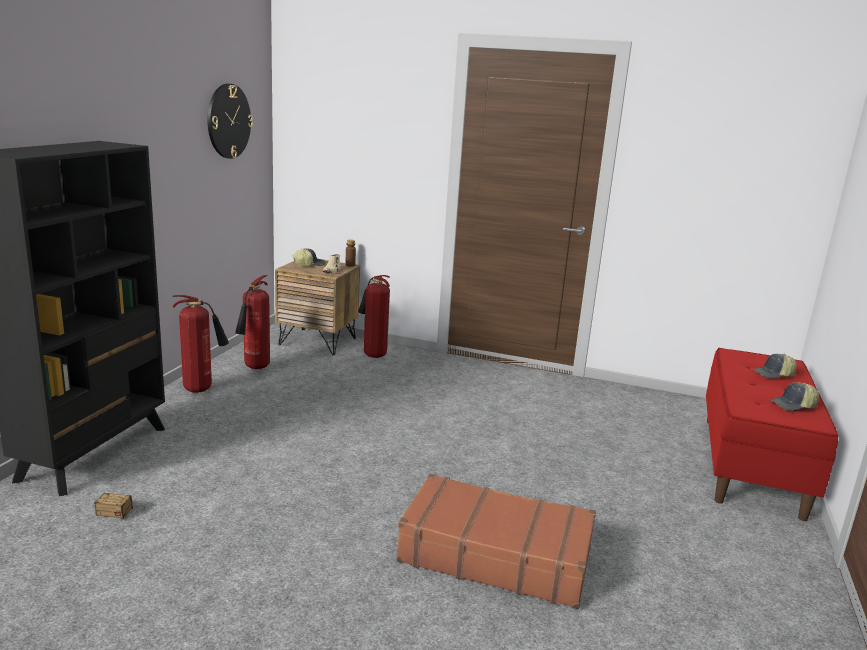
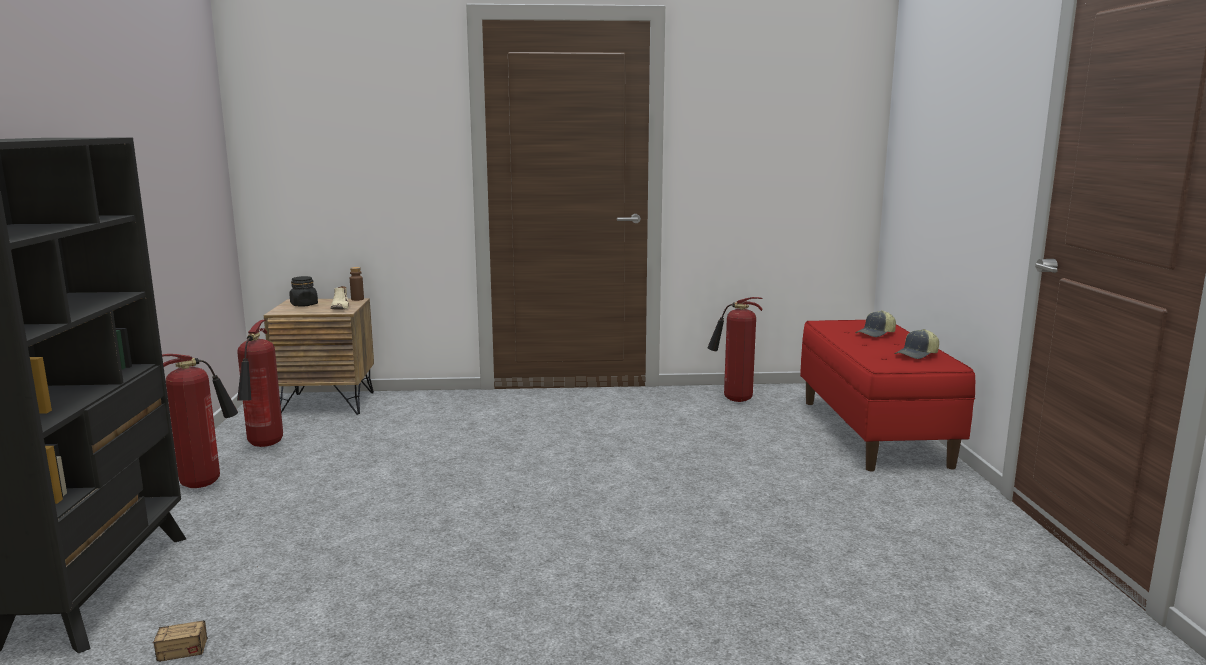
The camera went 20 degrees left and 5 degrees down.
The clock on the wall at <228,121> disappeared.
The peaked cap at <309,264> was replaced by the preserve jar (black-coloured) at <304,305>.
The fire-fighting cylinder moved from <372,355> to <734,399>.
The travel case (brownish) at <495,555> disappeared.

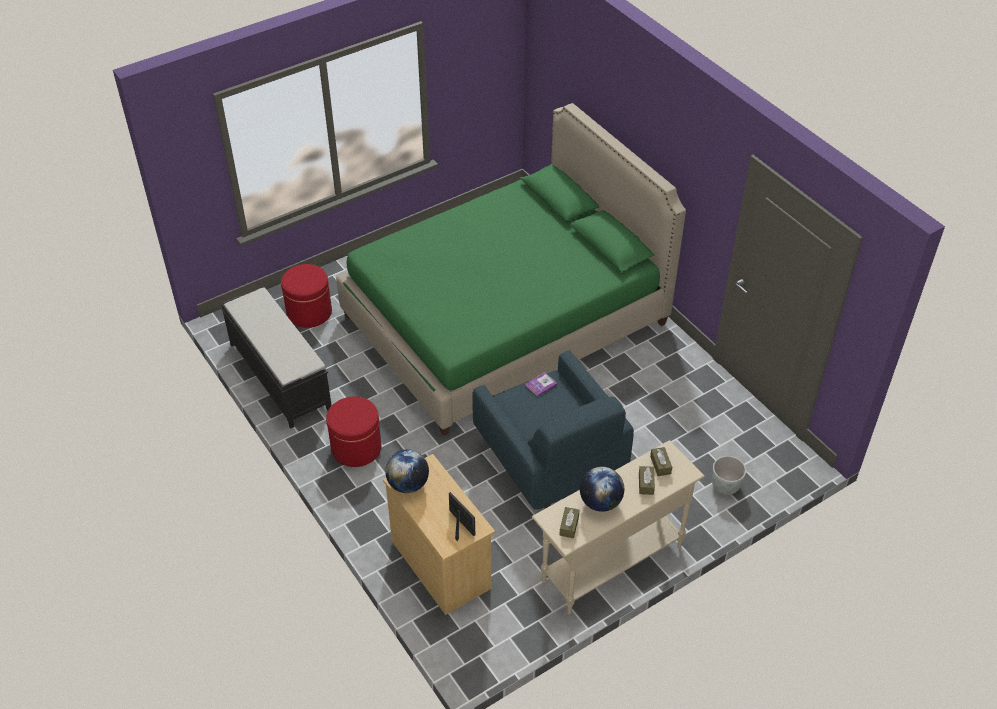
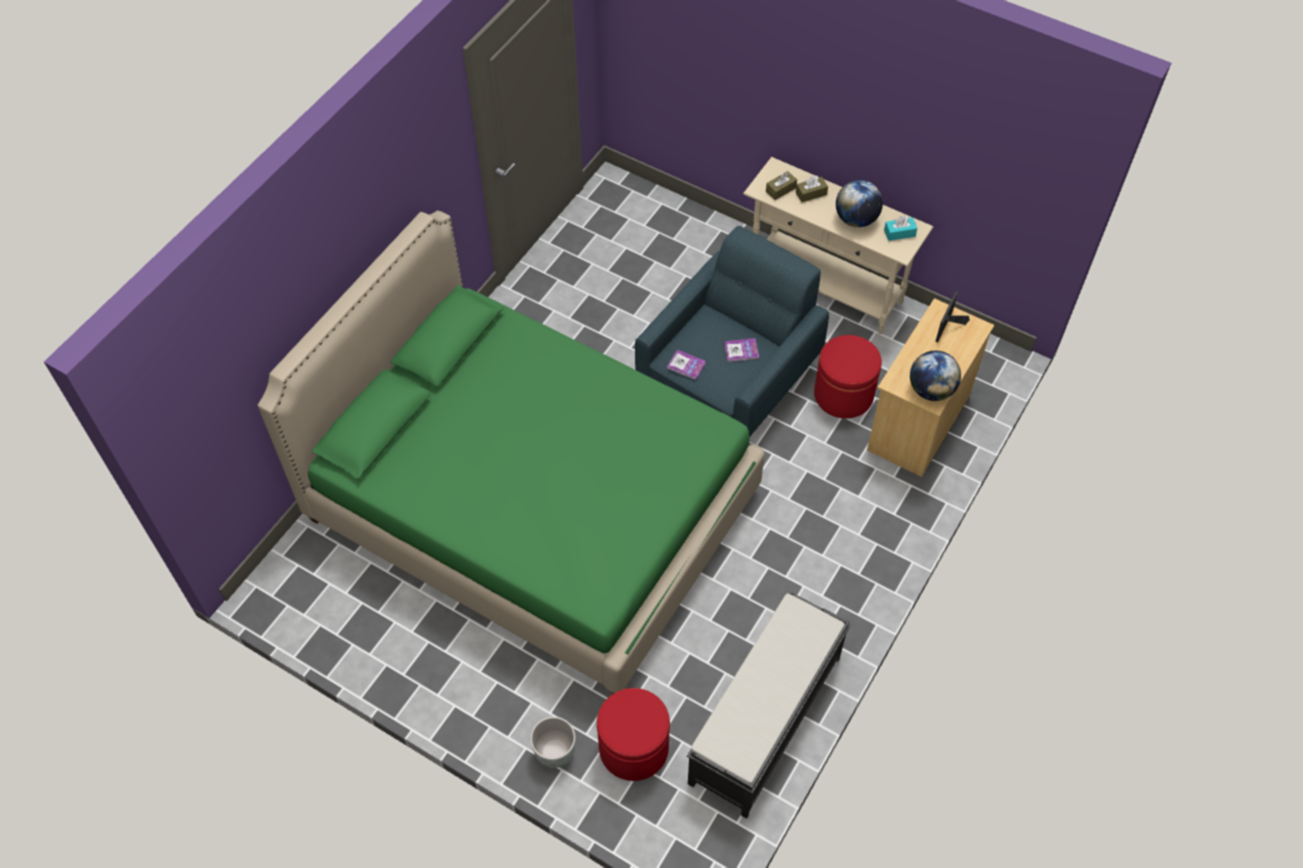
The camera went 115 degrees left and 10 degrees up.
The ottoman (red) moved from <356,448> to <843,394>.
The box of tissues (brownish) at <569,526> became the box of tissues (blue-green) at <899,233>.
The plant pot (grey) moved from <725,486> to <554,752>.
The volume at <741,350> appeared.

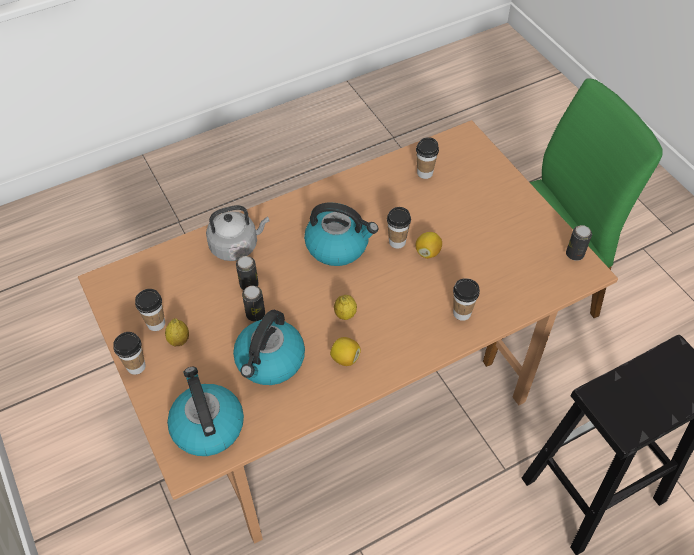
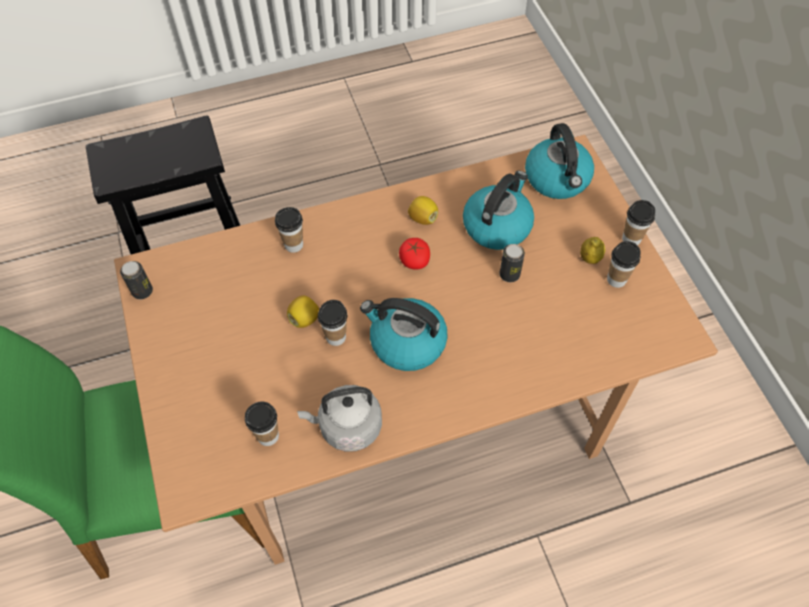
The camera went 170 degrees left and 5 degrees up.
The kettle (grey) moved from <237,246> to <347,427>.
The can at <249,284> disappeared.
The citrus fruit at <345,314> was replaced by the fresh tomato at <414,260>.

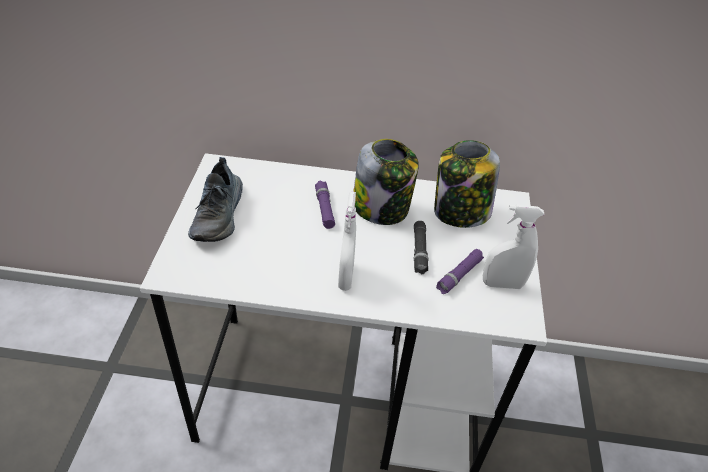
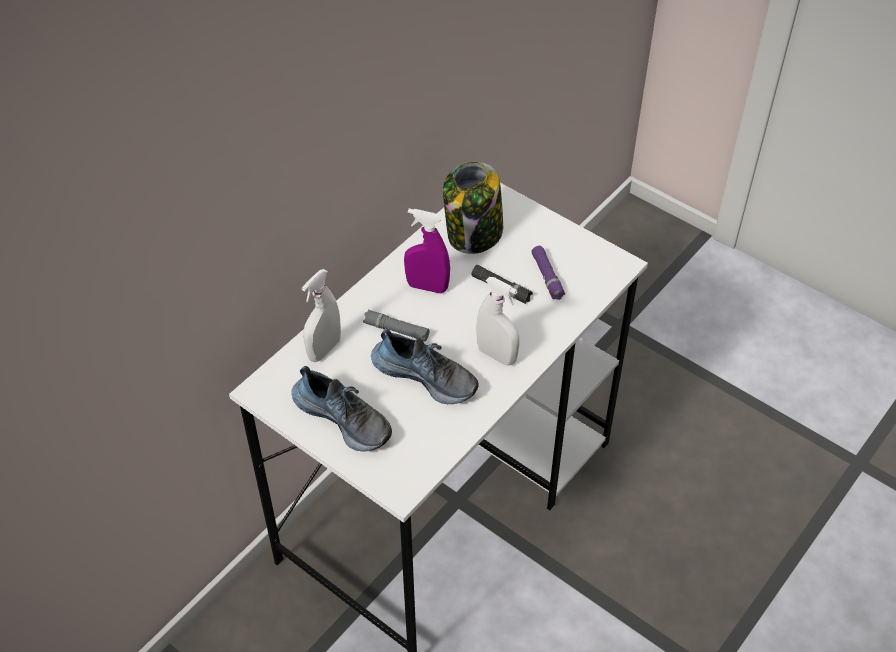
The camera went 55 degrees left and 5 degrees up.
The hand torch (purple) at <324,208> became the hand torch (grey) at <396,330>.
The preserve jar at <381,208> was replaced by the spray bottle (purple) at <427,287>.
The spray bottle (whitish) moved from <502,284> to <324,349>.
The item of footwear at <426,375> appeared.

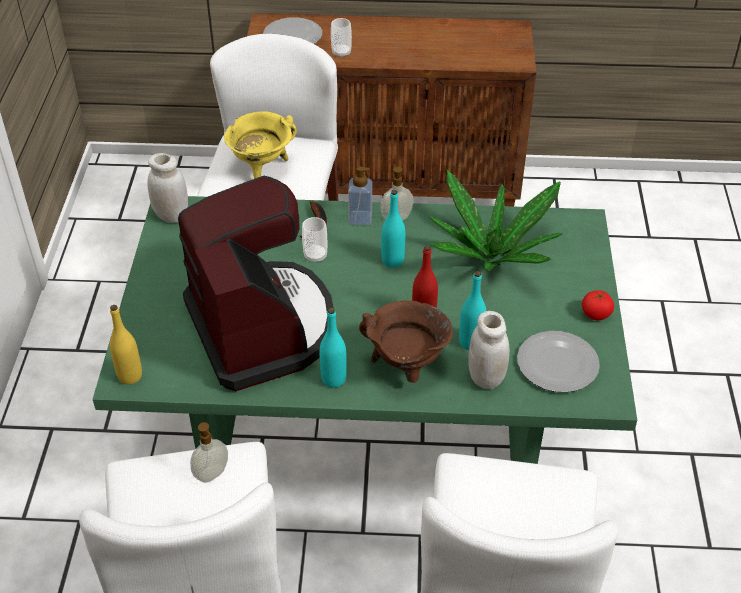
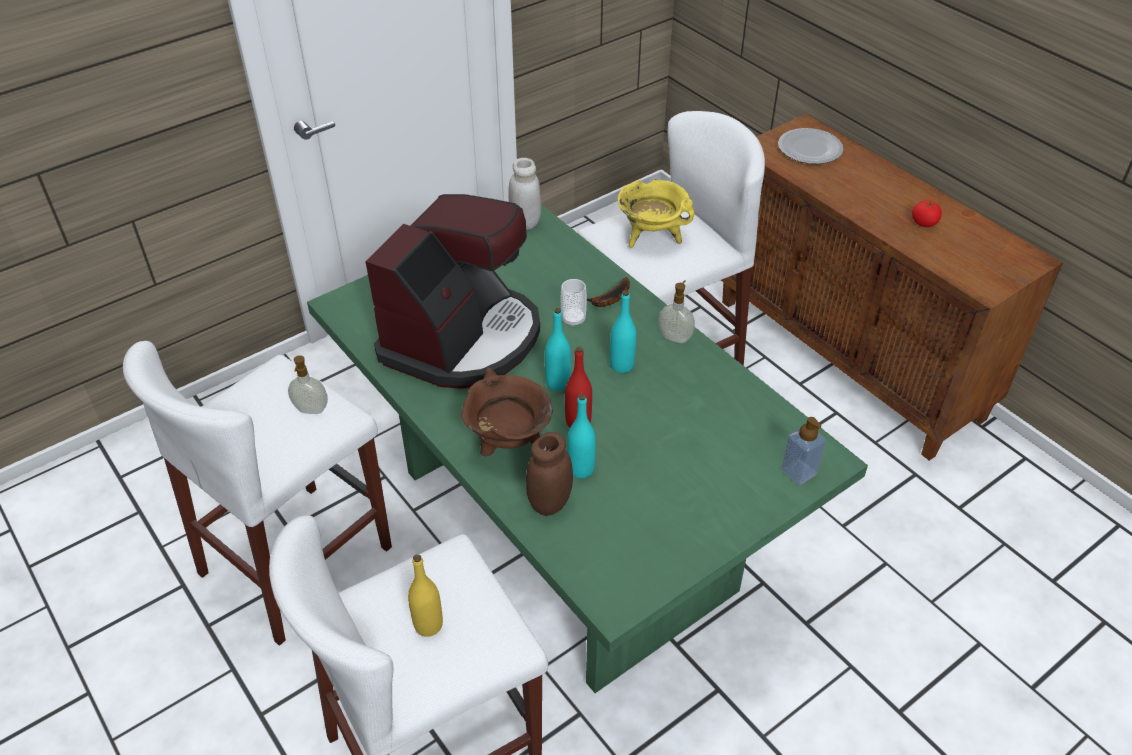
The camera went 50 degrees right and 0 degrees up.
The drink bottle (yellow) moved from <130,376> to <428,625>.
The drink bottle (blue-green) moved from <333,379> to <558,383>.
The cup at <341,53> disappeared.
The liquid soap bottle moved from <360,218> to <799,472>.
The potted plant at <492,255> disappeared.
The preserve jar (whitish) at <486,377> became the preserve jar (brownish) at <550,503>.
The flat dish at <556,364> disappeared.
The fresh tomato moved from <595,314> to <924,223>.

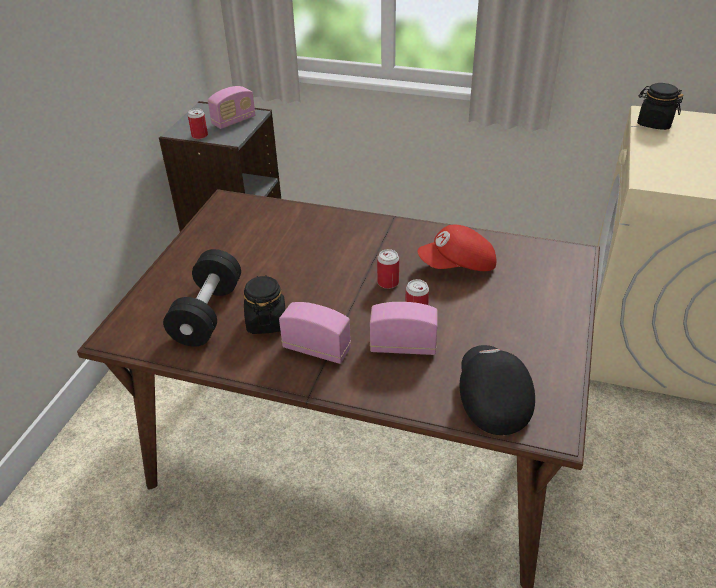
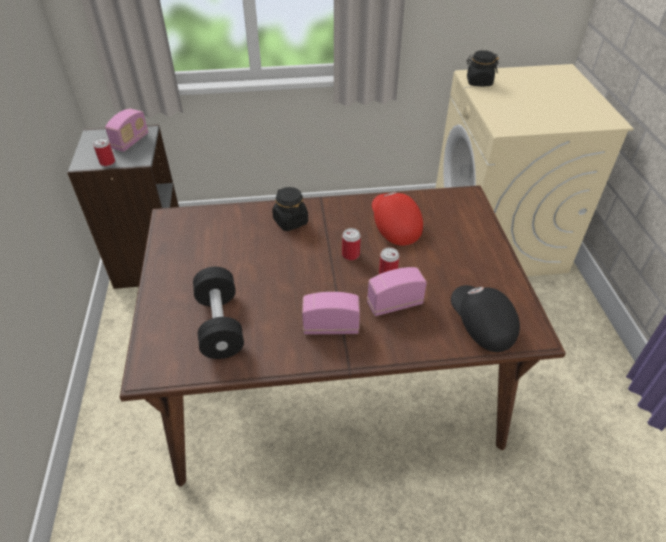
The camera went 25 degrees left and 5 degrees up.
The preserve jar (black-coloured) moved from <266,322> to <290,221>.
The peaked cap (red) at <458,266> turned 105 degrees clockwise.

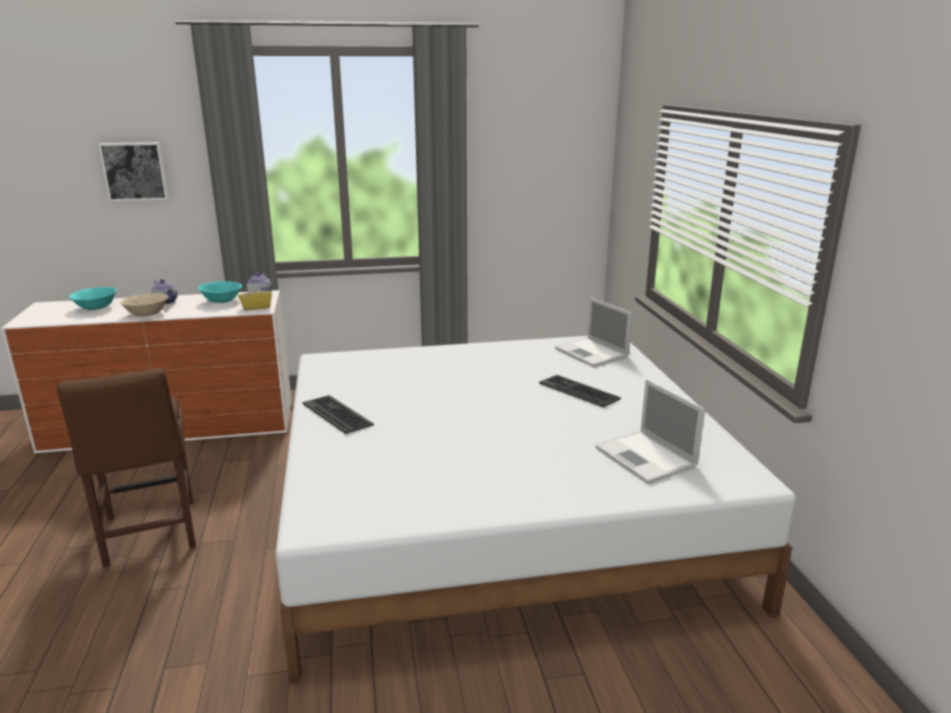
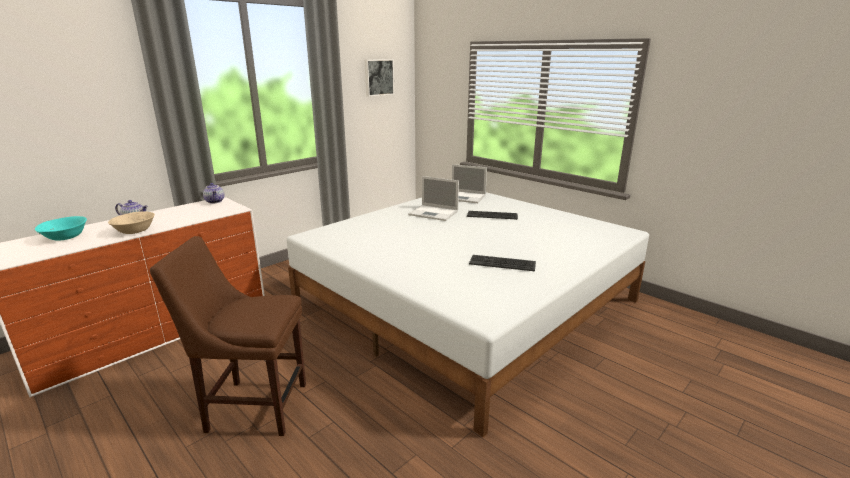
The camera went 35 degrees left and 0 degrees up.
The plain chair (brownish) at <149,535> turned 150 degrees clockwise.
The wall picture moved from <135,171> to <378,77>.
The serving bowl (blue-green) at <221,300> disappeared.
The box of tissues (yellow) at <256,307> disappeared.
The computer keyboard moved from <337,414> to <502,263>.
The laptop moved from <646,458> to <434,213>.

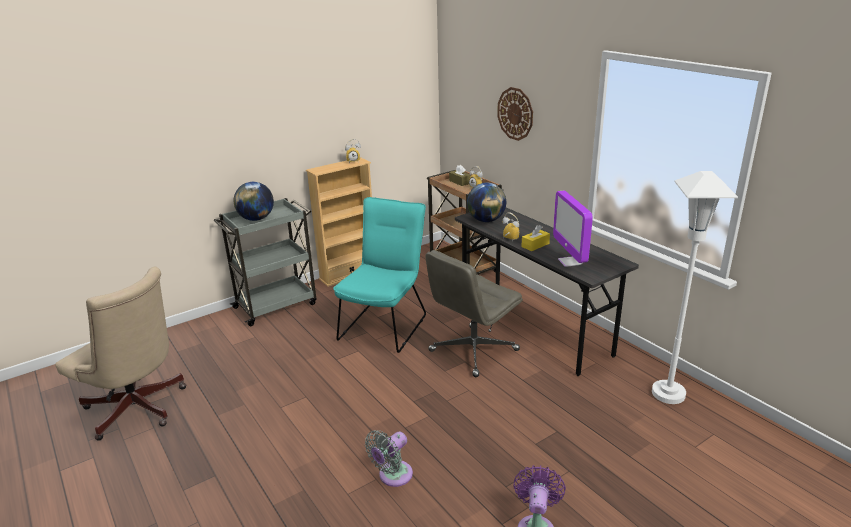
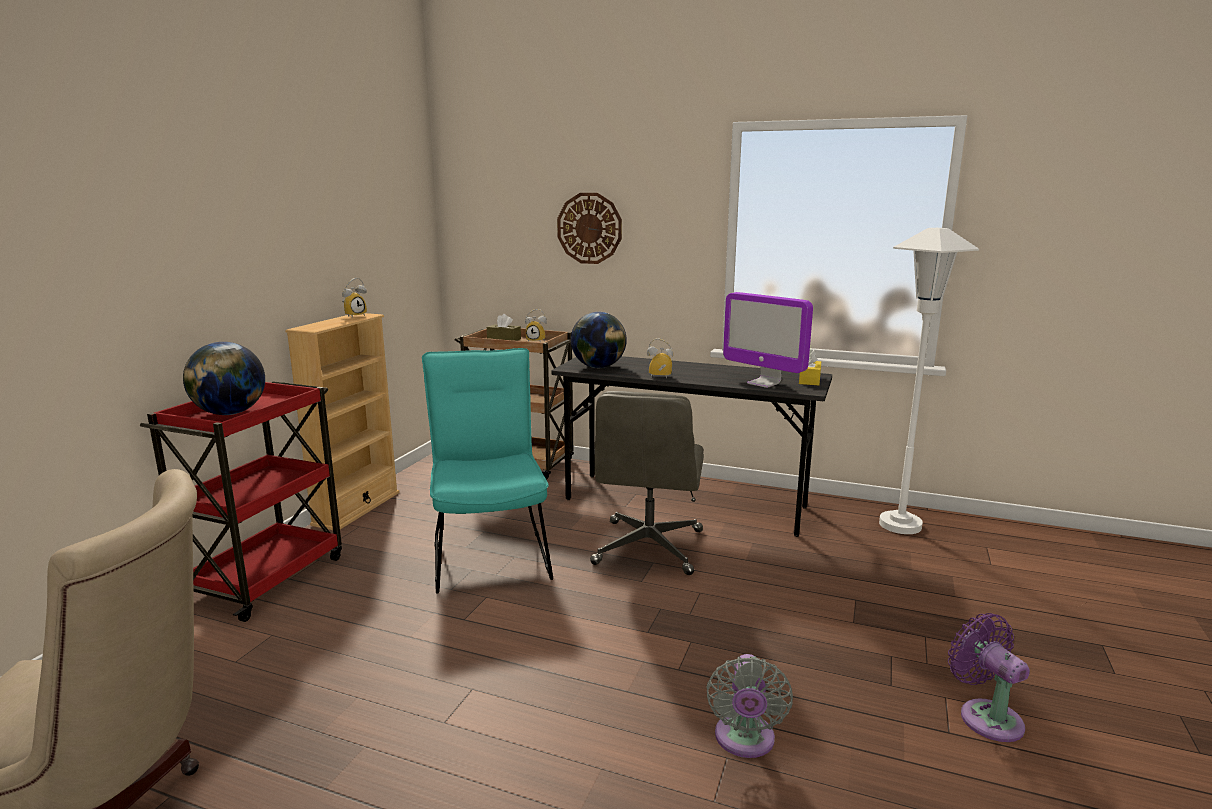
The camera went 35 degrees left and 10 degrees down.
The trolley (grey) at <277,305> became the trolley (red) at <267,578>.
The box of tissues (yellow) moved from <535,245> to <809,380>.

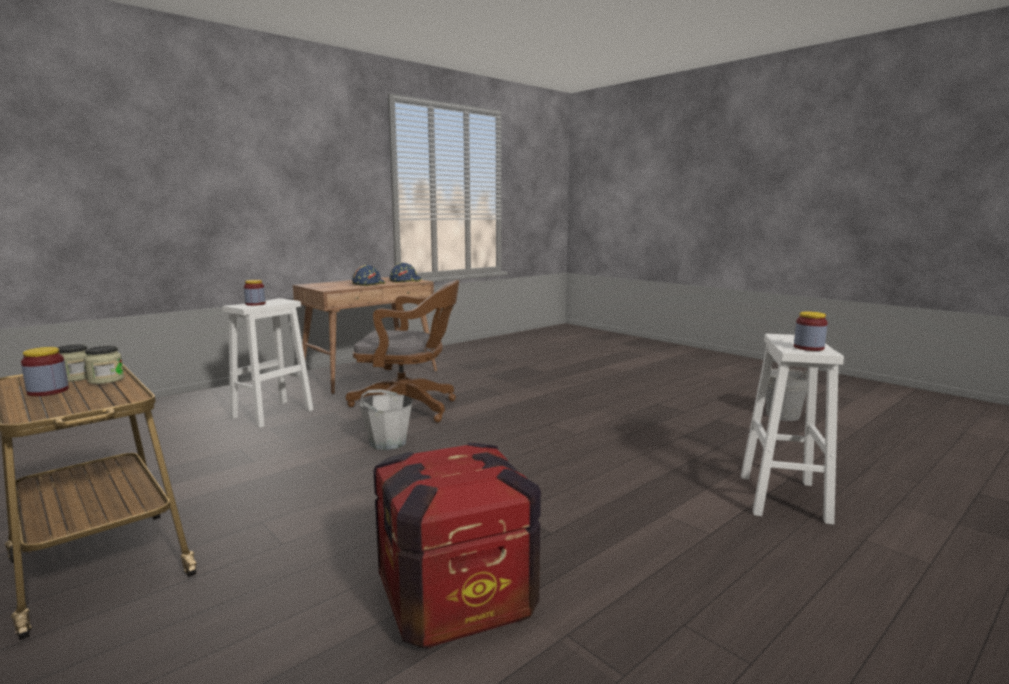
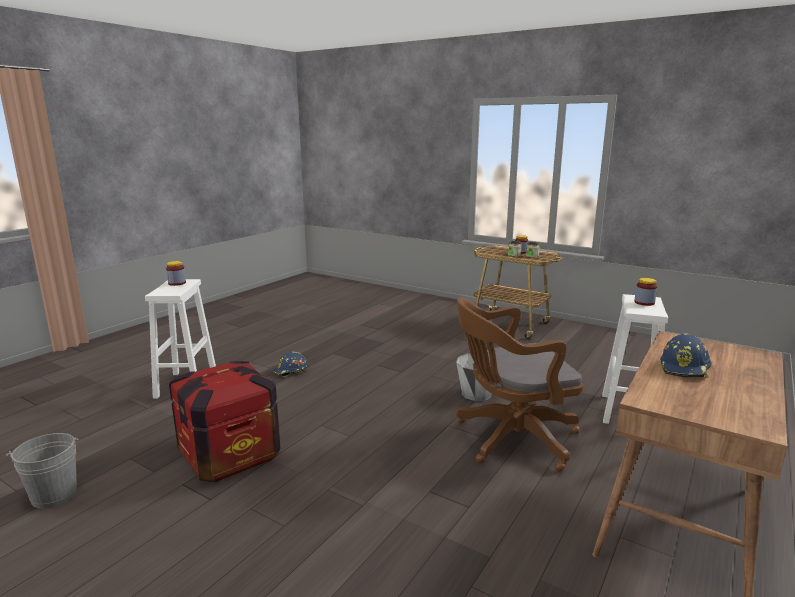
The camera went 165 degrees right and 5 degrees up.
The packing crate moved from <456,598> to <229,455>.
The work helmet (bluish) moved from <405,281> to <291,371>.

